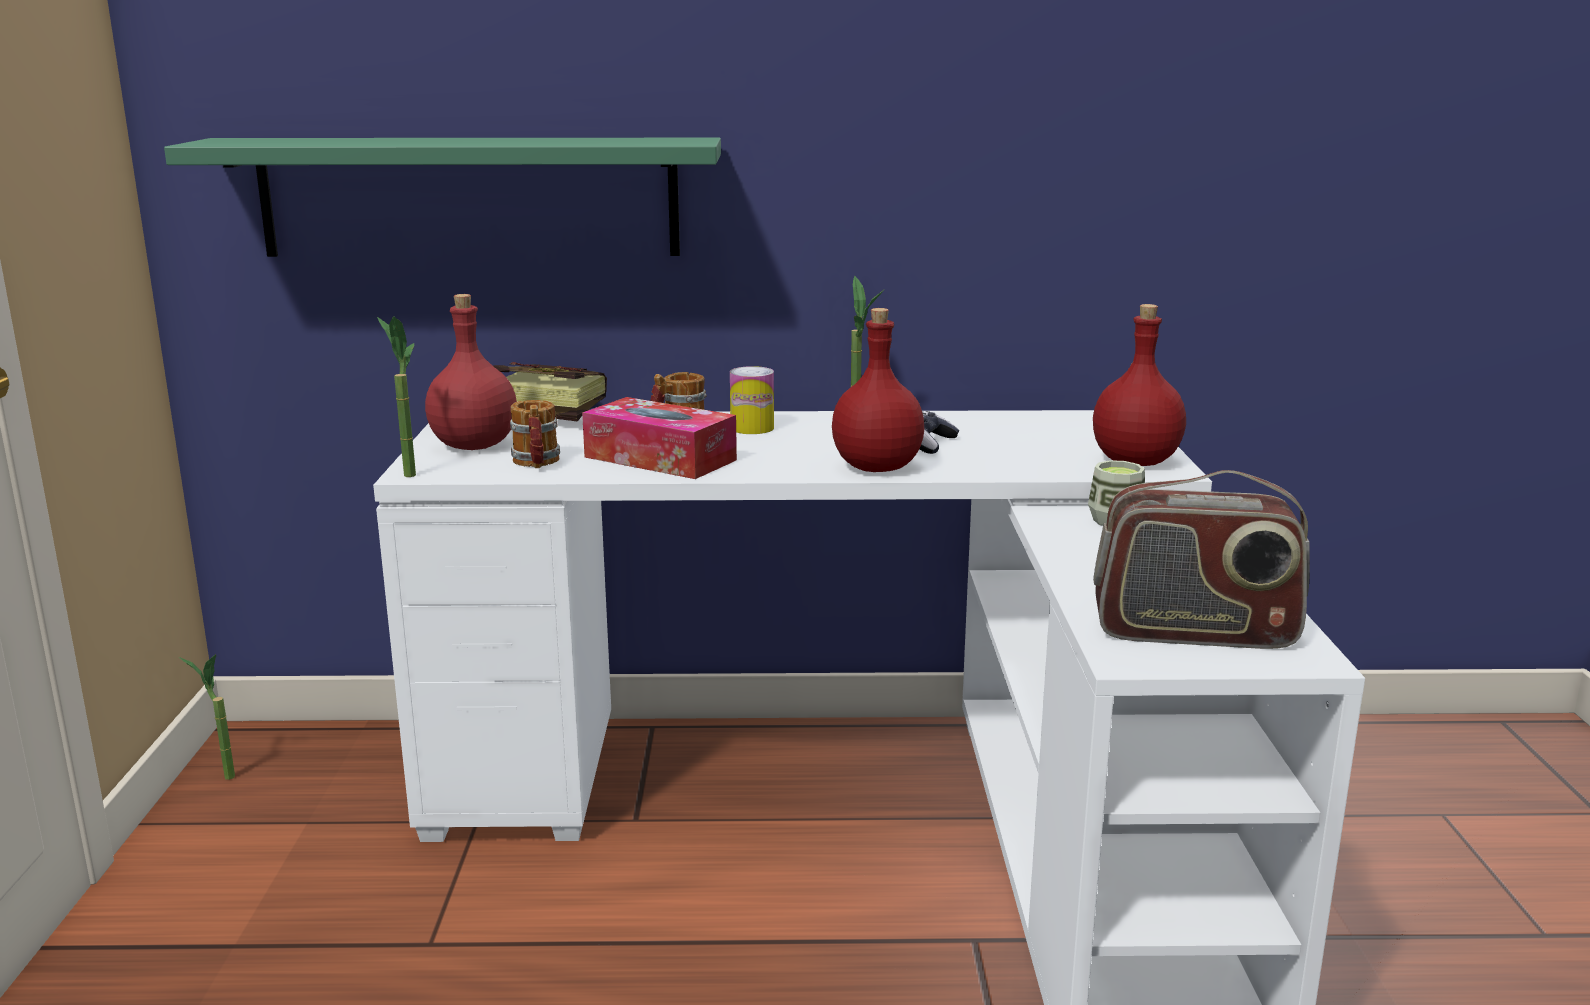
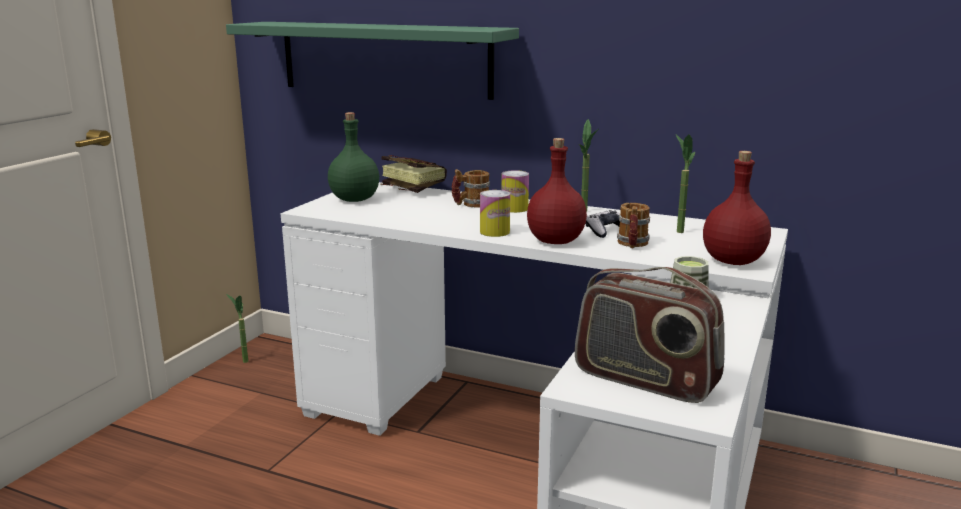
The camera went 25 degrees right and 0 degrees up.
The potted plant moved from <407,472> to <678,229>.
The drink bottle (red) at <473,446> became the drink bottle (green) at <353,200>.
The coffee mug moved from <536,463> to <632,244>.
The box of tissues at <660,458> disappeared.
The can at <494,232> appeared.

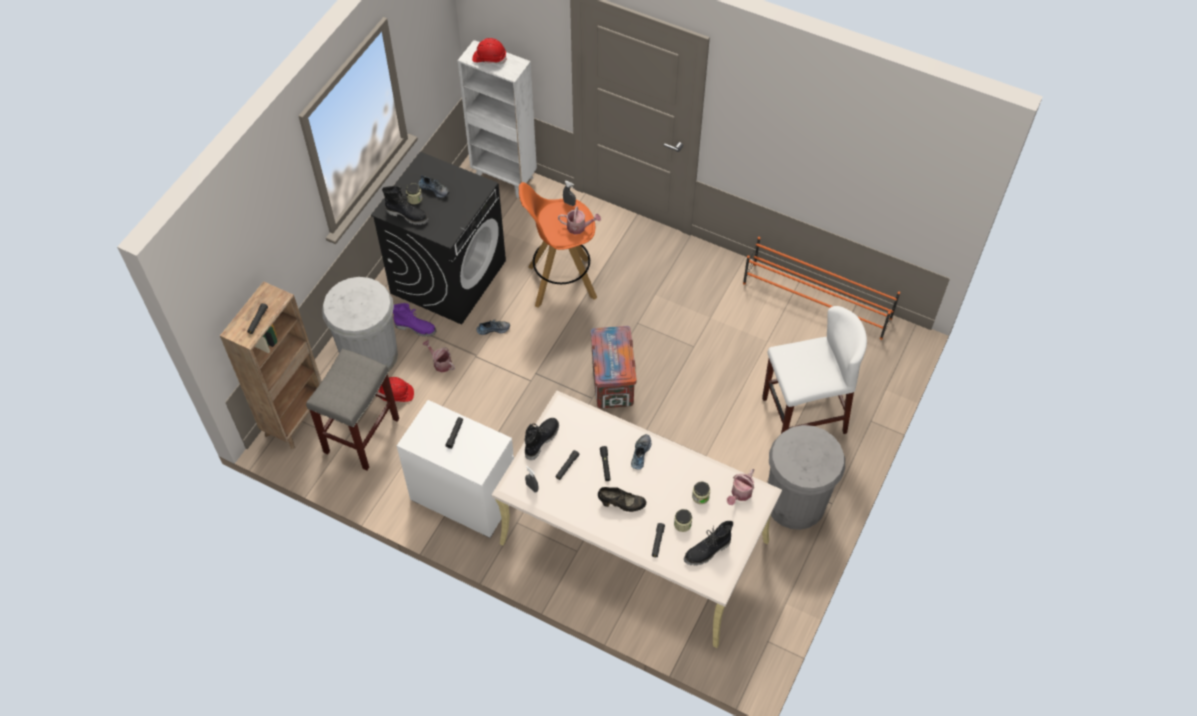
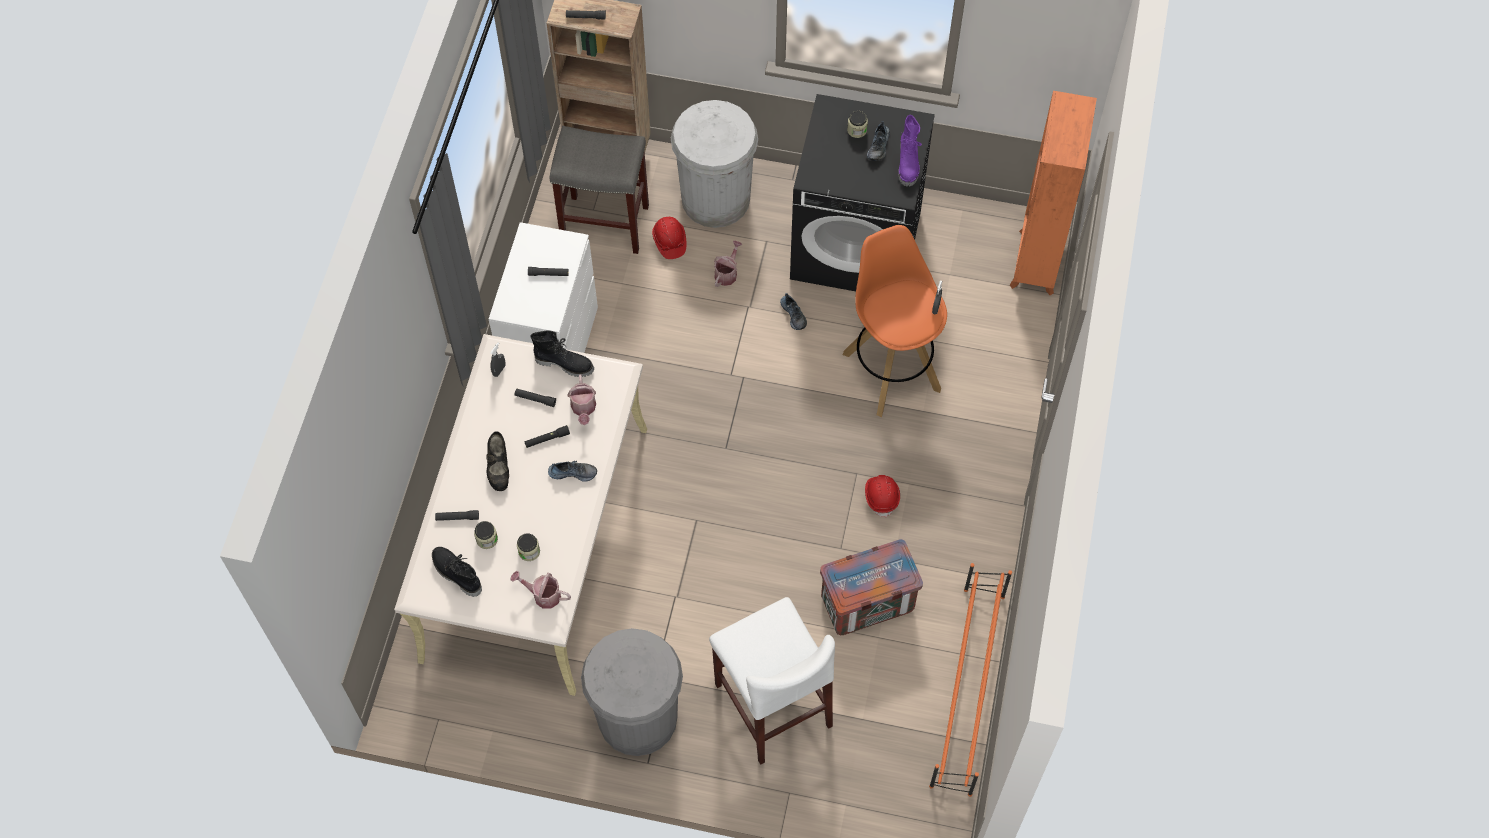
The camera went 75 degrees right and 5 degrees up.
The boot (black-coloured) at <408,215> disappeared.
The boot (purple) moved from <416,328> to <908,164>.
The shelving unit (whitish) at <504,179> became the shelving unit (orange) at <1035,263>.
The work helmet (red) moved from <489,58> to <881,496>.
The watering pot moved from <579,227> to <583,409>.
The packing crate moved from <612,383> to <866,604>.

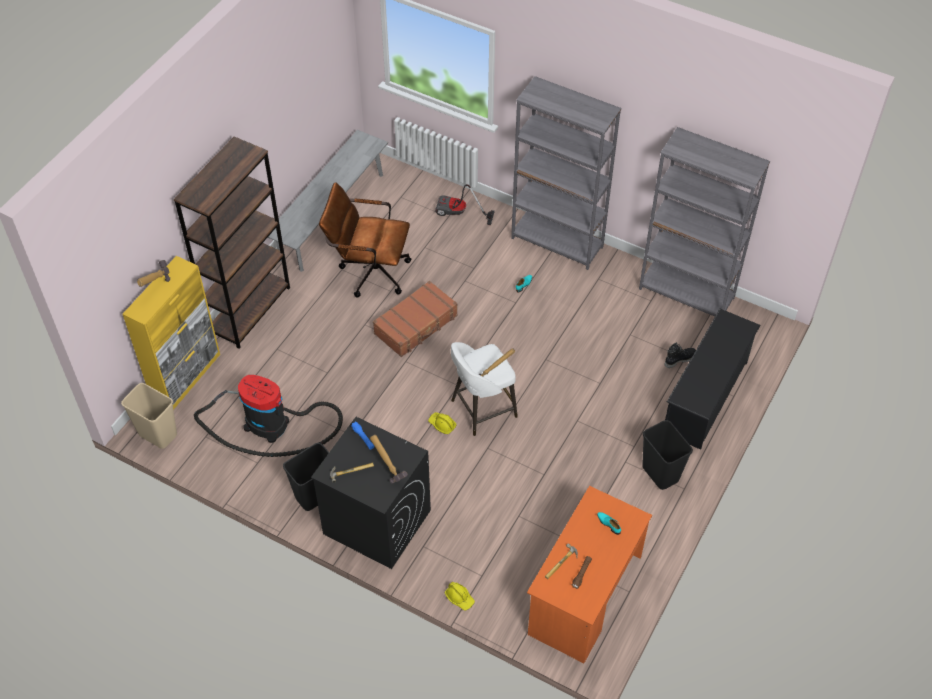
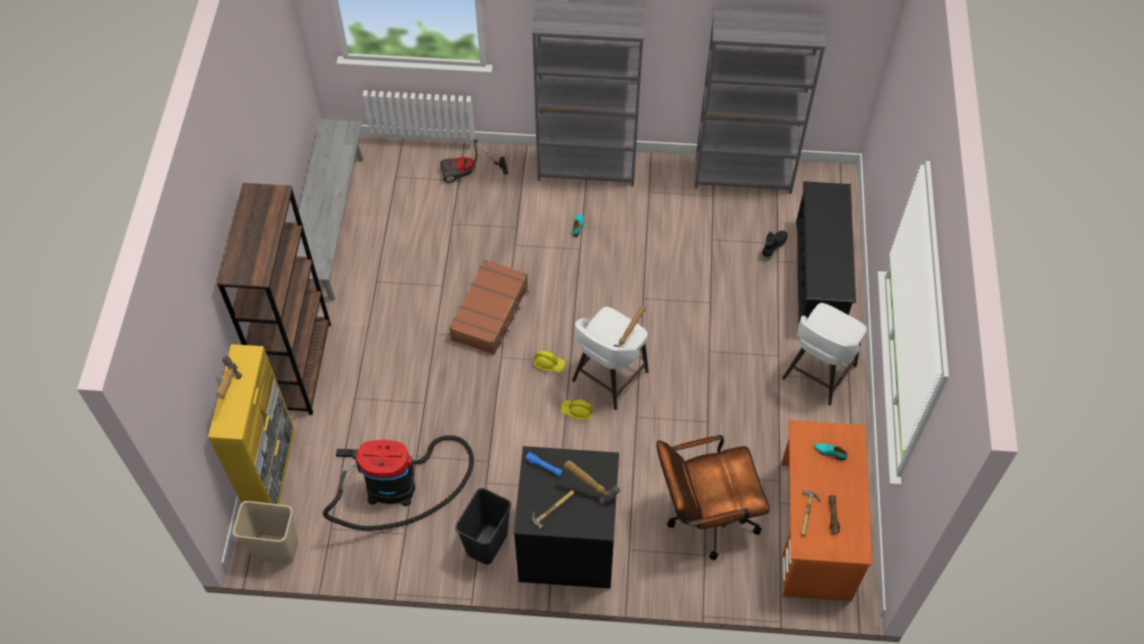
The camera went 25 degrees left and 5 degrees up.
The computer chair (brownish) moved from <369,271> to <704,516>.
The work helmet (yellow) moved from <459,598> to <549,364>.
The waste bin (black-coloured) at <659,473> was replaced by the sitting stool (whitish) at <817,374>.

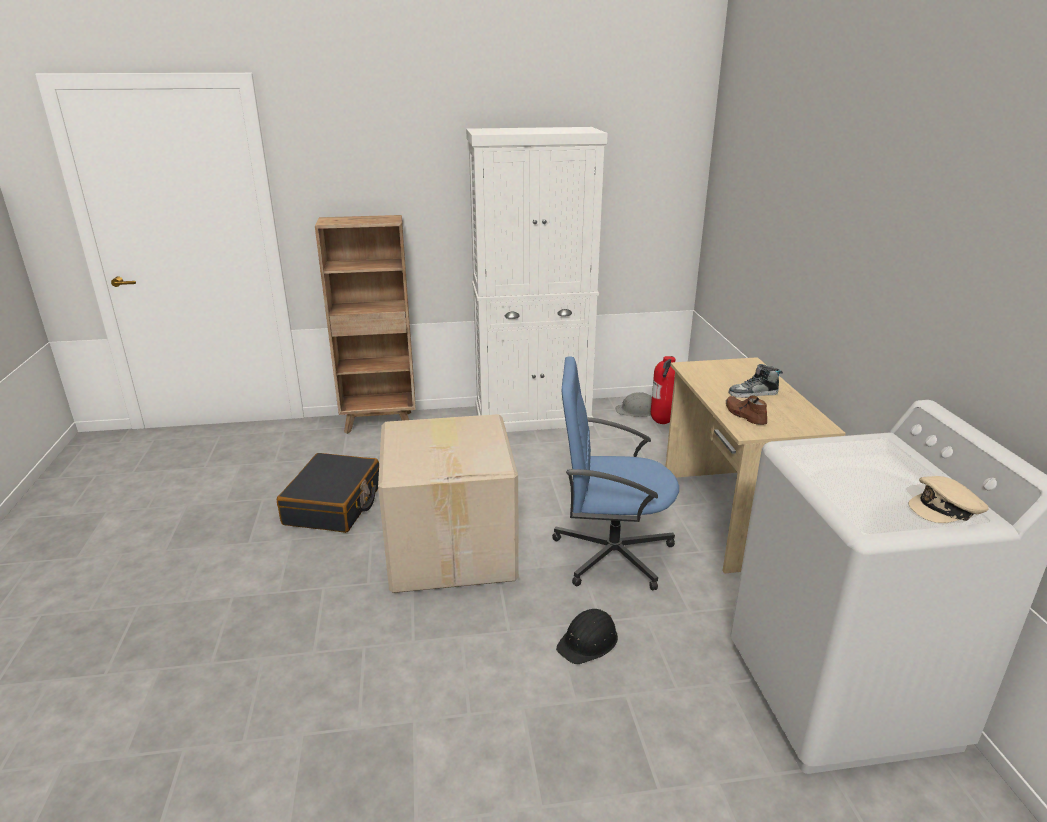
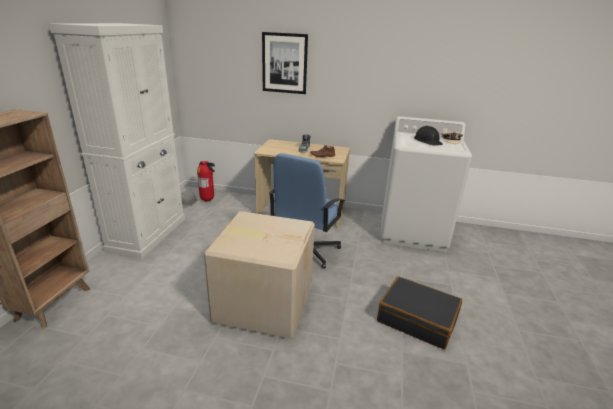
The camera went 70 degrees left and 0 degrees up.
The travel case (black-coloured) moved from <334,505> to <417,319>.
The work helmet (black-coloured) moved from <588,641> to <427,141>.
The wall picture at <284,63> appeared.

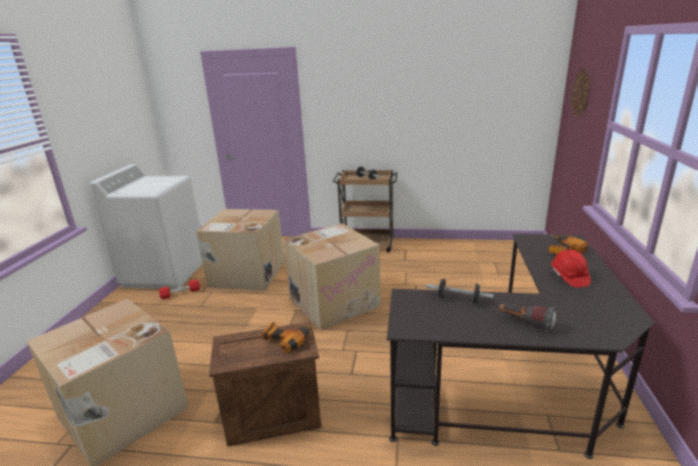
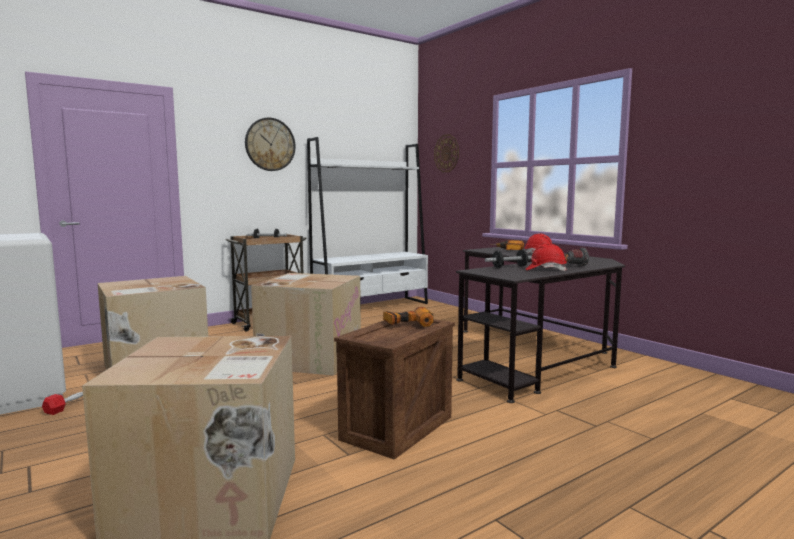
The camera went 45 degrees left and 15 degrees down.
The clock on the wall at <270,144> appeared.
The shelving unit (whitish) at <371,307> appeared.
The work helmet (red) at <545,270> appeared.

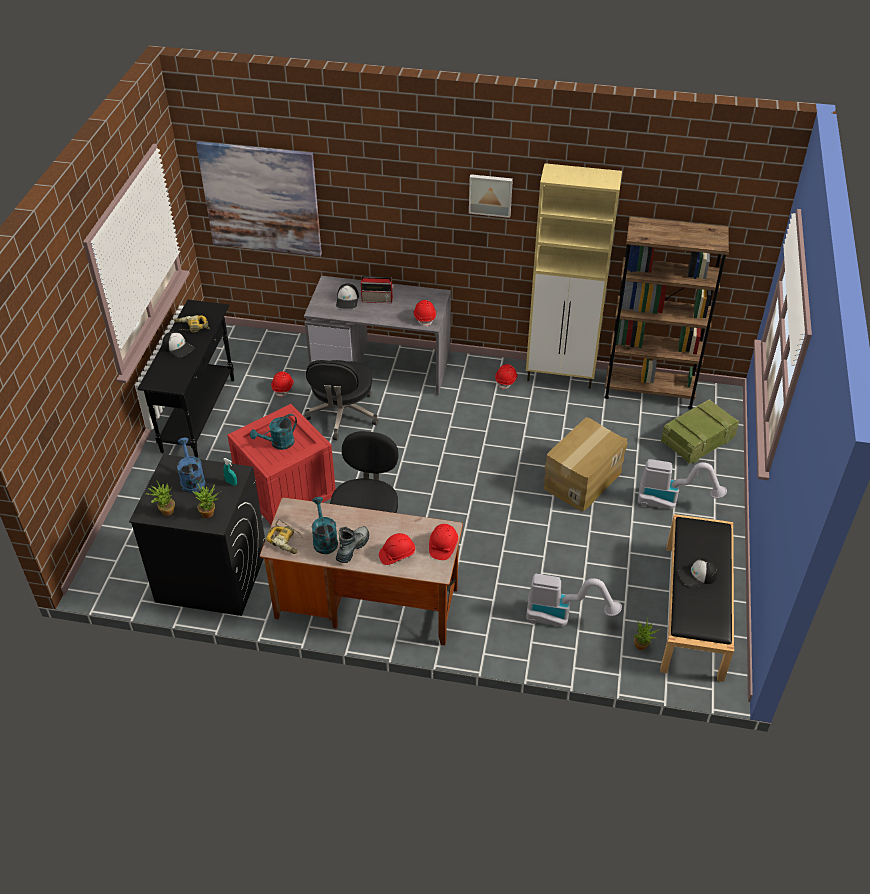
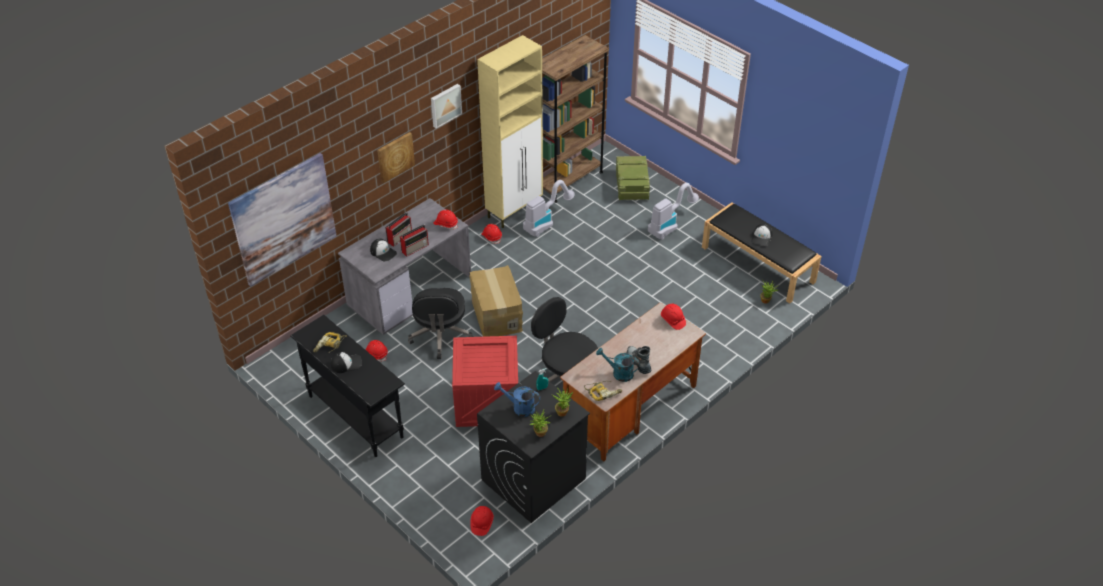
The camera went 55 degrees left and 0 degrees up.
The watering pot (blue-green) at <278,444> disappeared.
The computer chair (black-coloured) at <343,415> turned 45 degrees clockwise.
The work helmet (red) moved from <397,554> to <481,523>.
The vacuum moved from <563,617> to <546,222>.
The packing box moved from <581,480> to <496,315>.
The wall picture at <395,156> appeared.
The radio set at <415,248> appeared.

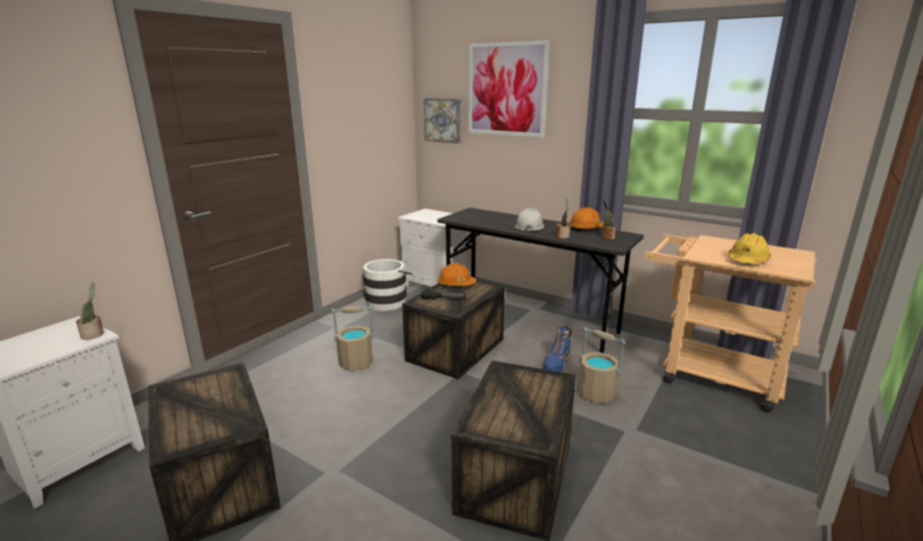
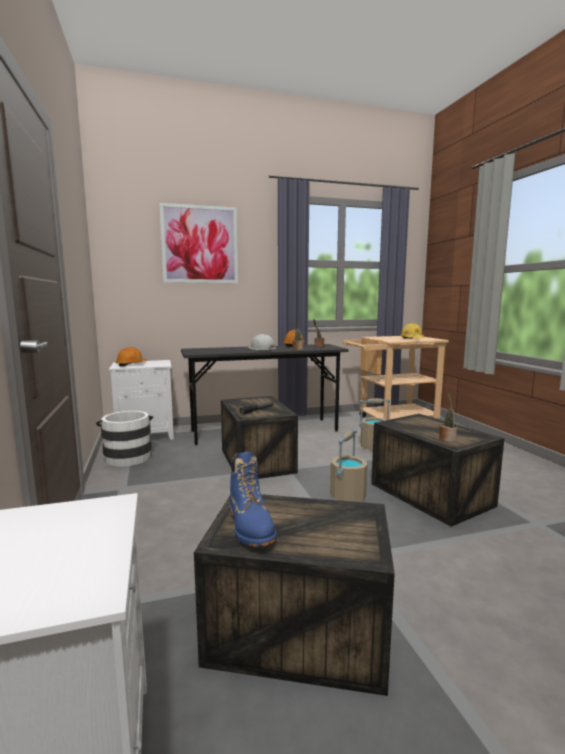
The camera went 50 degrees left and 10 degrees down.
The potted plant moved from <94,334> to <447,439>.
The water bucket (beige) moved from <356,363> to <348,495>.
The wall picture at <443,120> disappeared.
The work helmet (orange) moved from <456,284> to <131,364>.
The boot (bluish) moved from <556,364> to <250,527>.

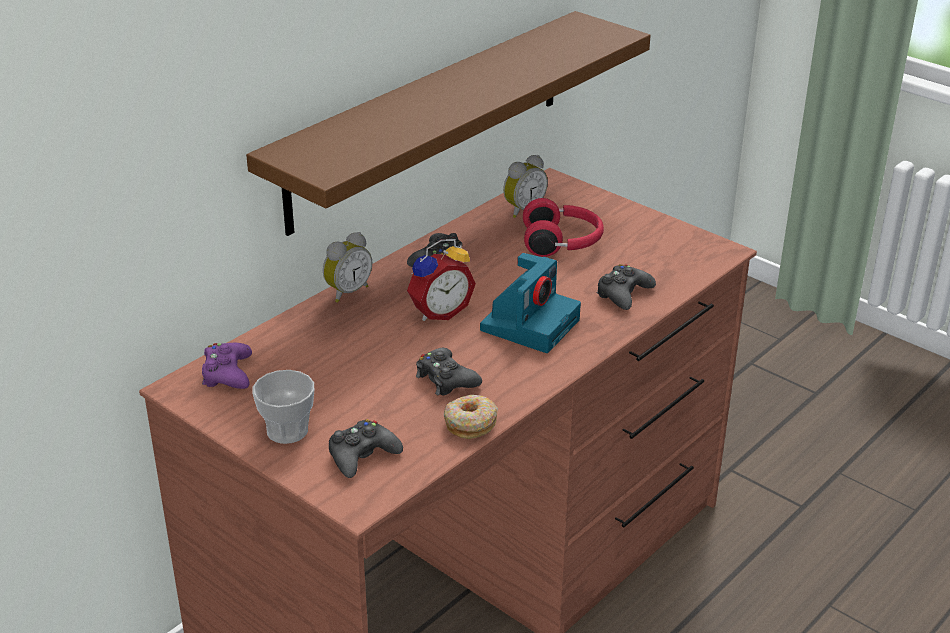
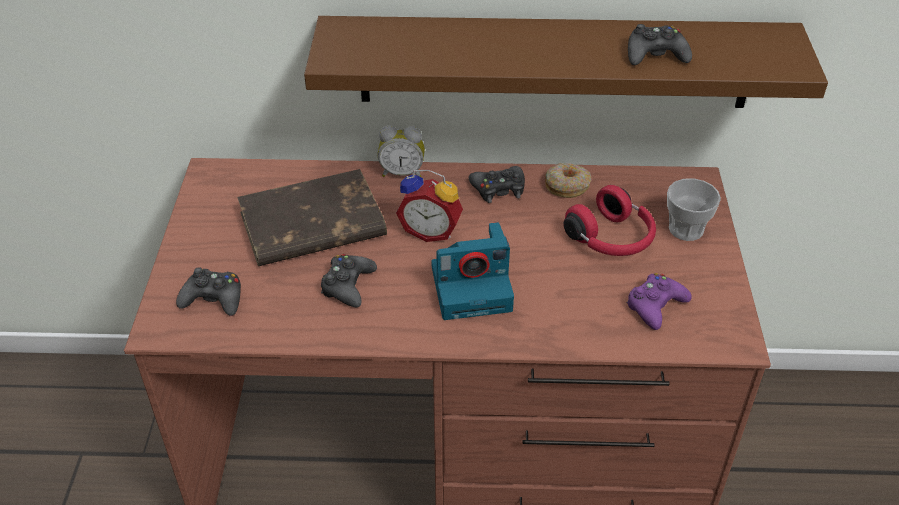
The camera went 50 degrees right and 10 degrees up.
The joypad (purple) moved from <227,374> to <655,306>.
The cup moved from <287,431> to <686,229>.
The doughnut moved from <470,423> to <567,186>.
The bedside clock at <522,209> disappeared.
The joypad (black-coloured) moved from <623,294> to <655,55>.
The volume (brownish) at <311,225> appeared.

